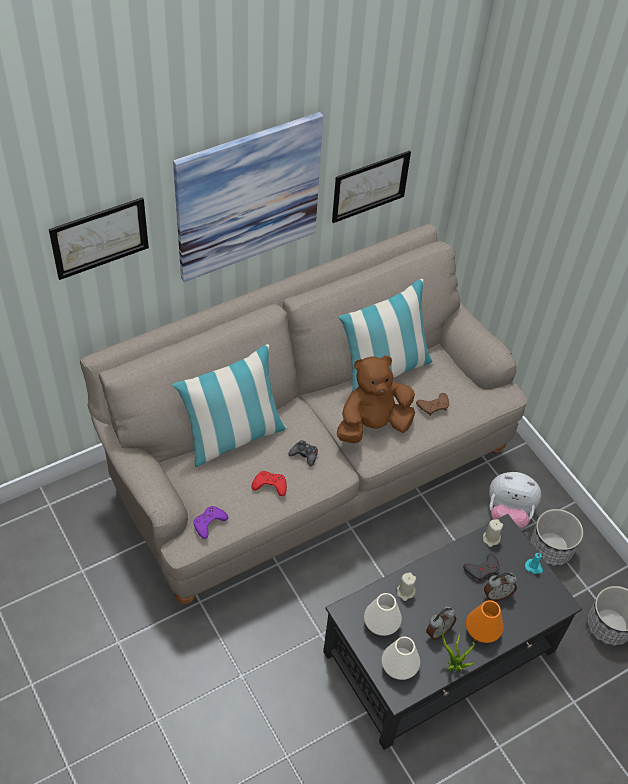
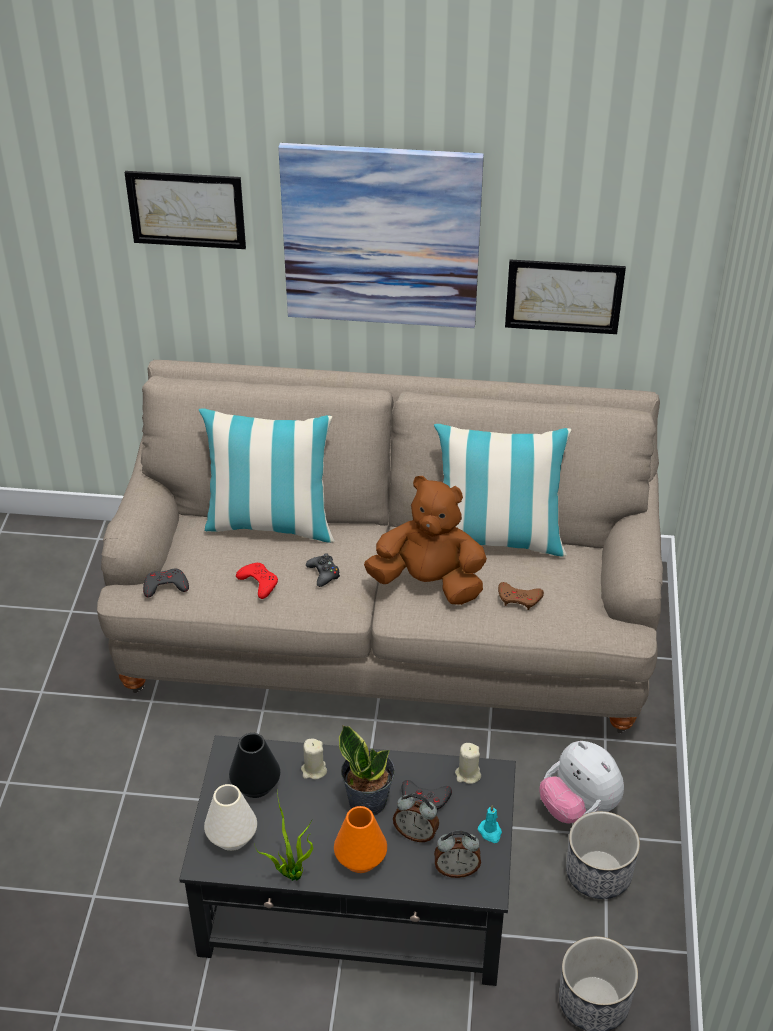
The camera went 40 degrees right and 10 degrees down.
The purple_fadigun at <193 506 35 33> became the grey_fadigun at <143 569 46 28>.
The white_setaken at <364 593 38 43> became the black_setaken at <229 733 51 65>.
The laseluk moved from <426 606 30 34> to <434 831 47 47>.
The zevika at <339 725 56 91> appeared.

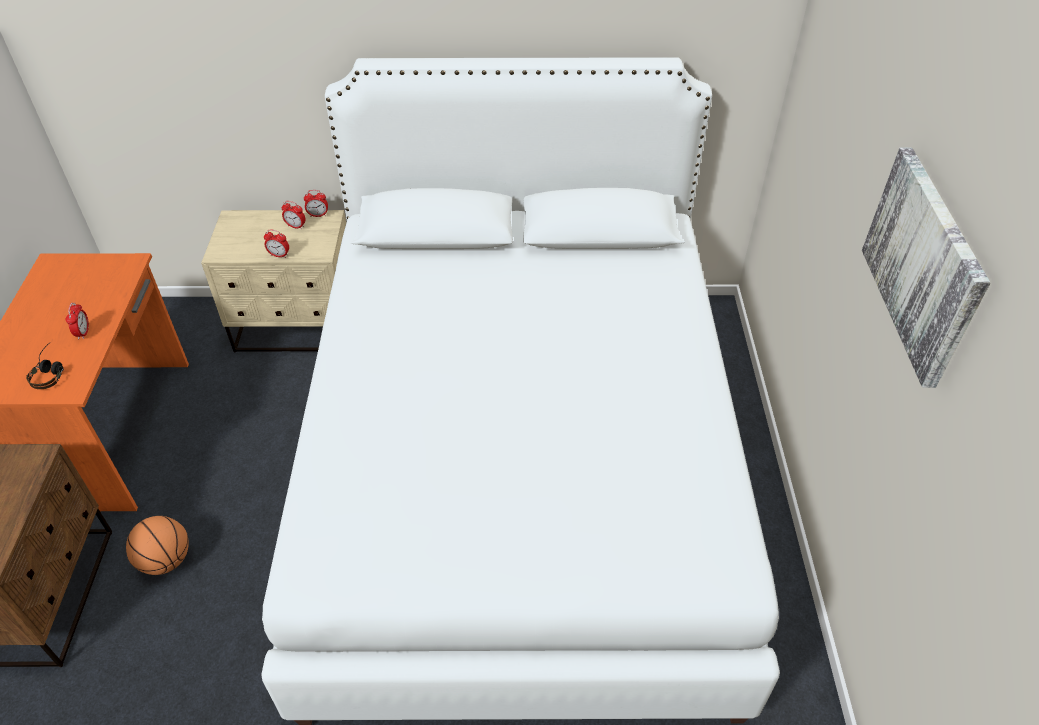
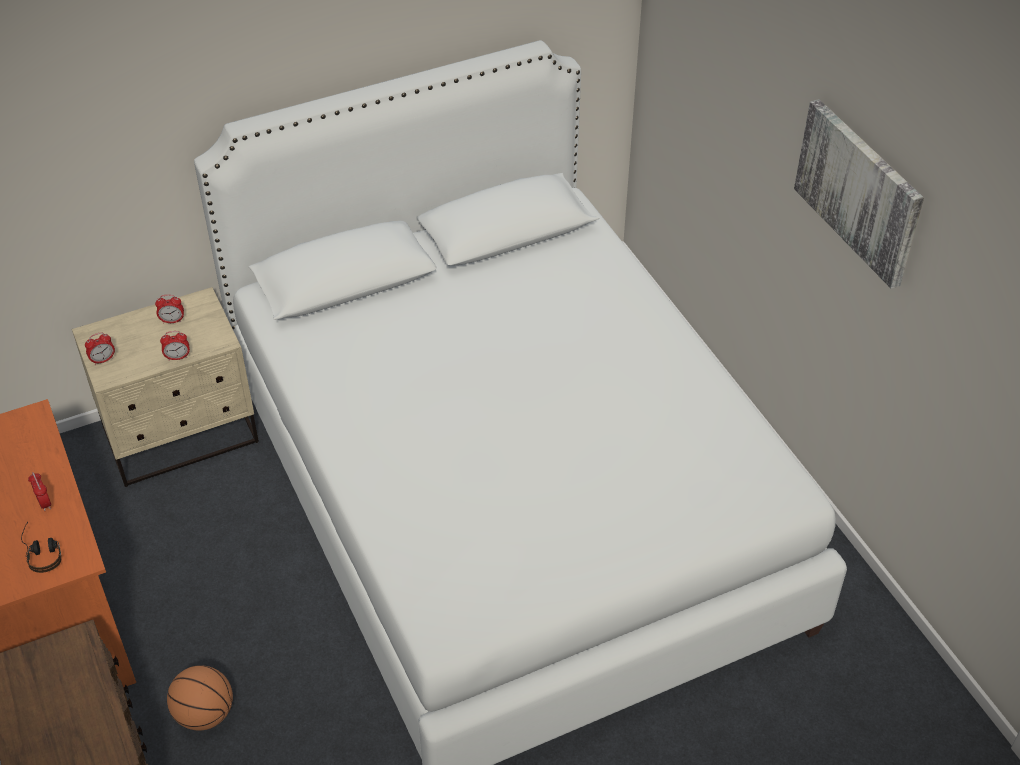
The camera went 25 degrees left and 0 degrees up.
The laseluk moved from <304 190 24 27> to <85 333 30 32>.

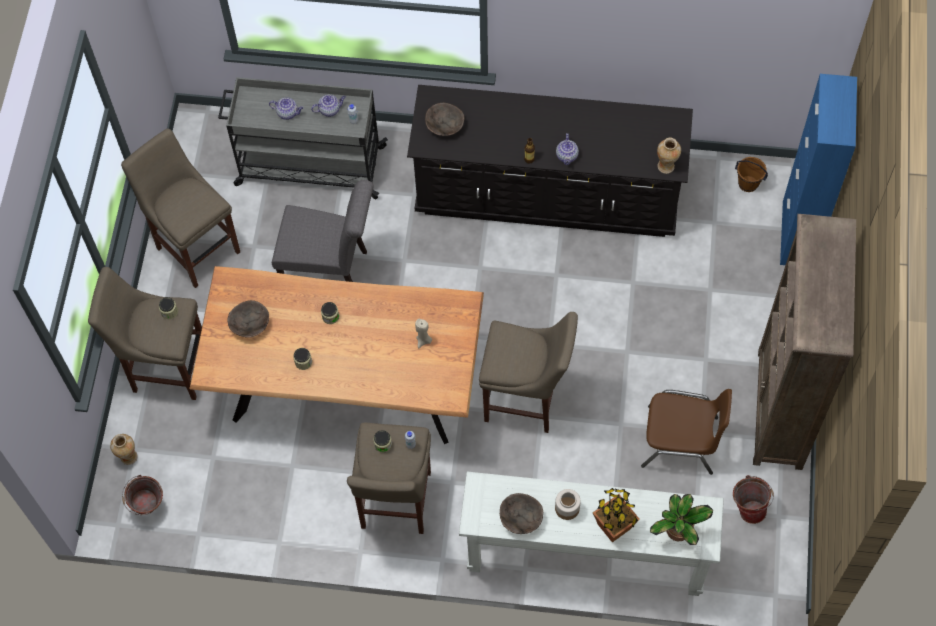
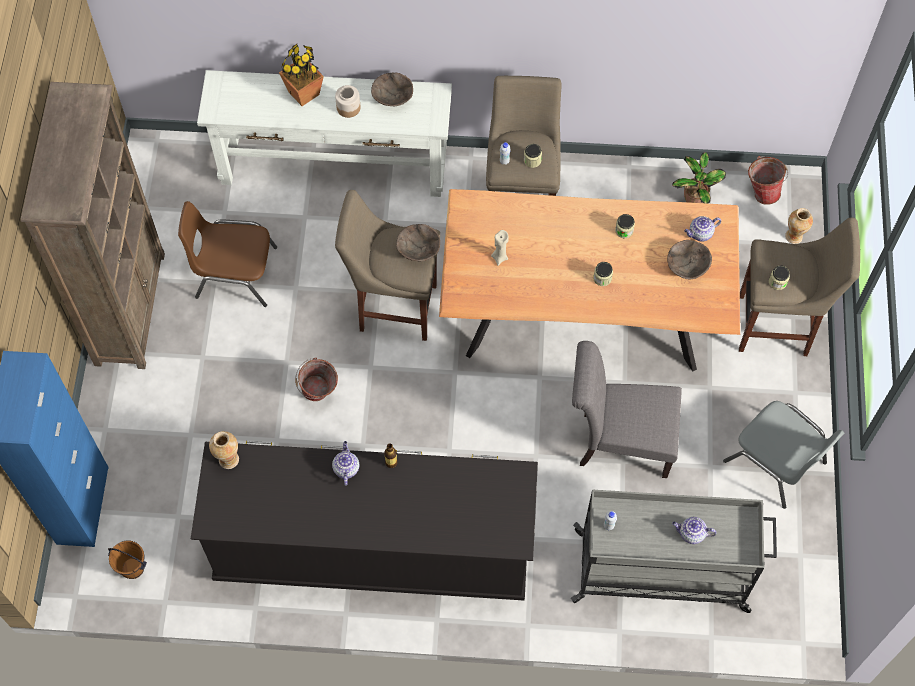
The camera went 175 degrees right and 0 degrees up.
The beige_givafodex at <121 129 119 159> was replaced by the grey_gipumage at <723 401 122 108>.
The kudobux moved from <311 95 35 22> to <684 216 37 25>.
The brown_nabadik moved from <425 103 40 33> to <396 224 44 37>.
The zevika moved from <650 494 63 51> to <672 152 54 52>.
The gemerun moved from <733 475 41 49> to <295 357 43 44>.

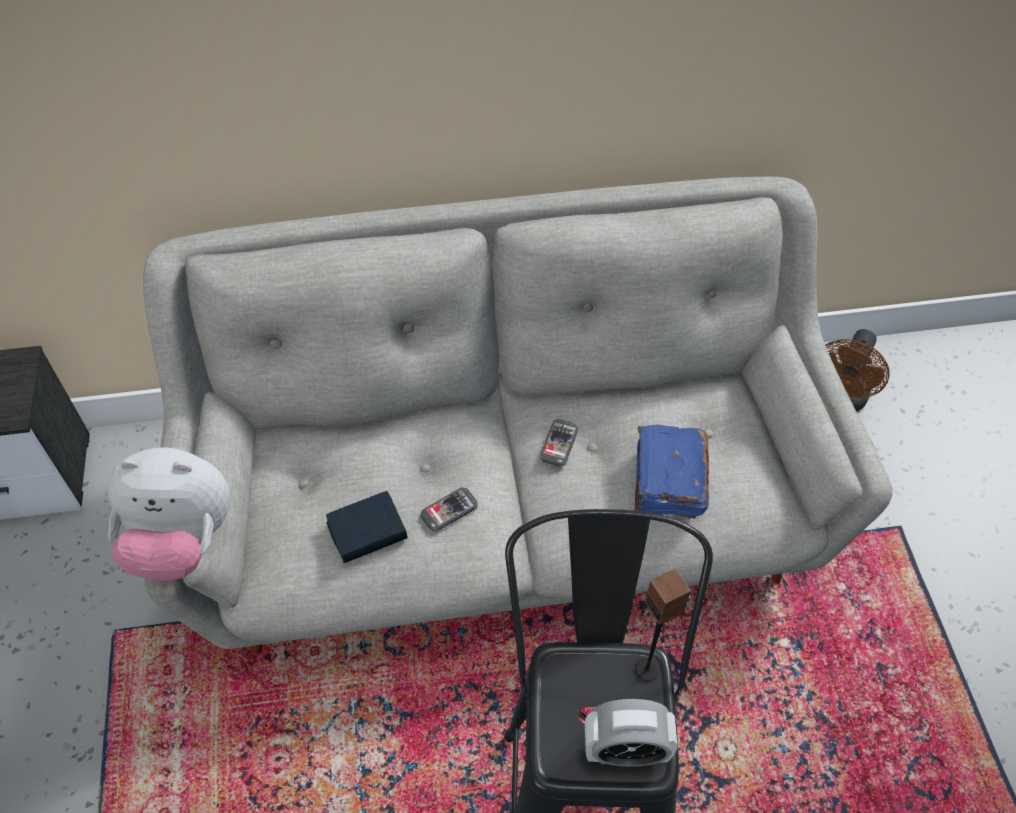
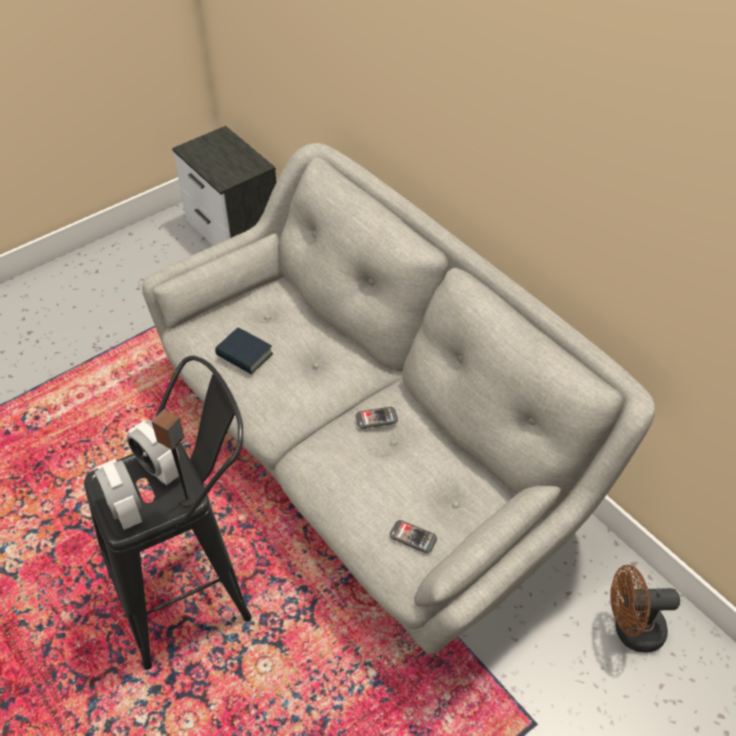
The camera went 60 degrees right and 5 degrees down.
The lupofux at <108 447 122 134> disappeared.
The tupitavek moved from <421 487 57 45> to <390 520 47 33>.
The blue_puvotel at <635 425 74 94> disappeared.
The laseluk at <127 420 53 65> appeared.

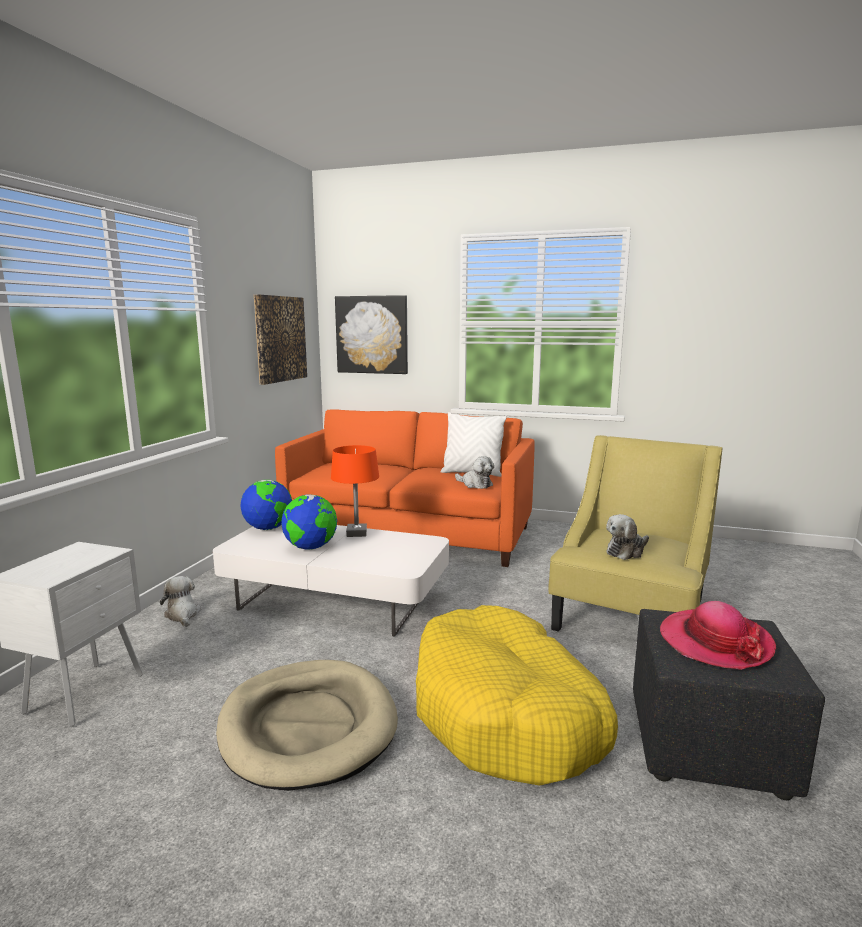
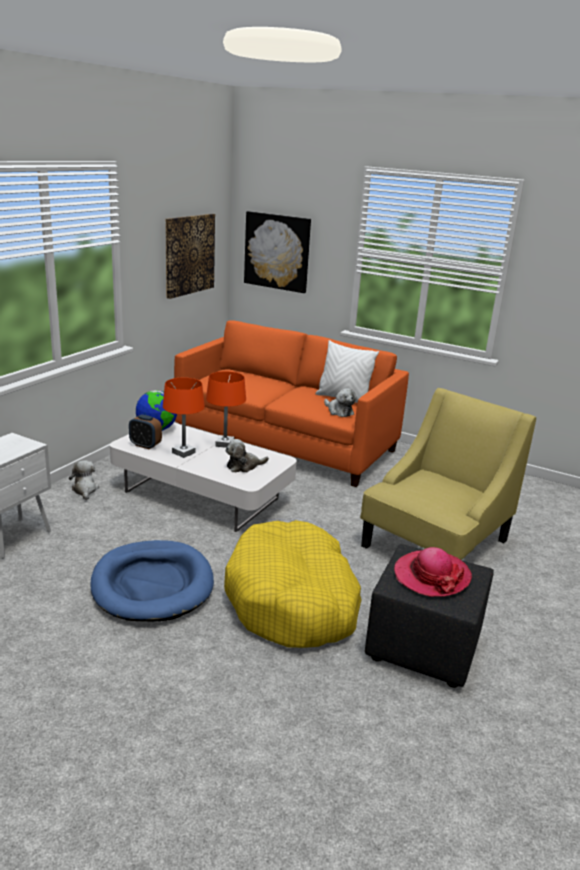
The camera went 10 degrees right and 10 degrees up.
The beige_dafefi at <216 660 182 131> became the blue_dafefi at <91 540 123 82>.
The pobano at <281 494 56 56> was replaced by the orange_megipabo at <163 378 42 80>.
The lupofux moved from <606 514 43 46> to <225 439 44 33>.
The laseluk at <129 414 33 36> appeared.

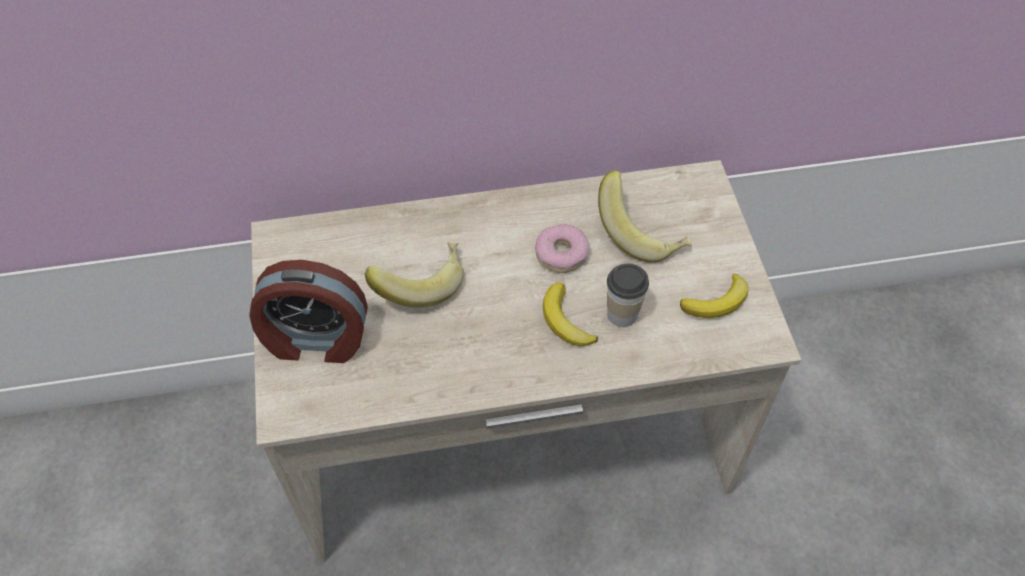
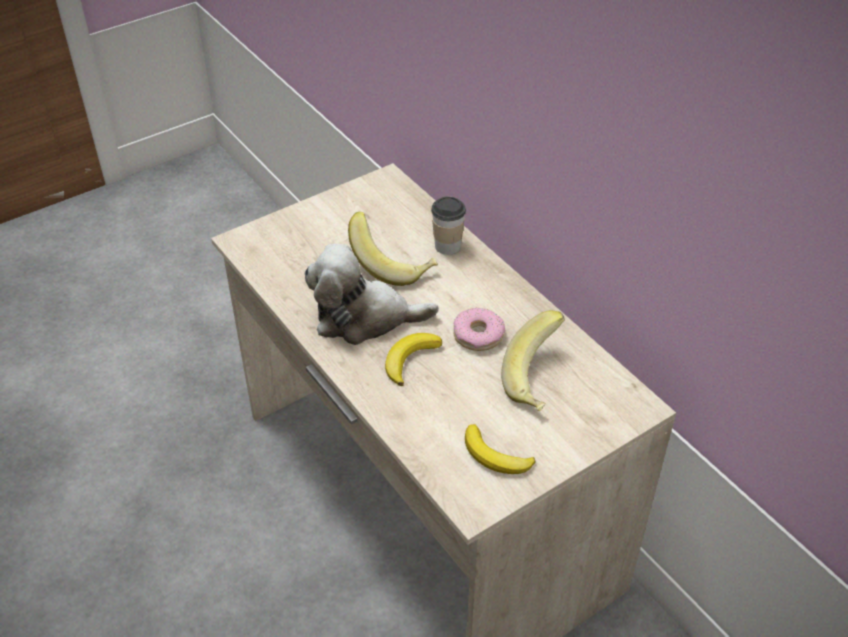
The camera went 65 degrees right and 10 degrees down.
The laseluk at <249 260 119 103> disappeared.
The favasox moved from <607 264 42 63> to <431 196 35 59>.
The lupofux at <304 244 135 101> appeared.

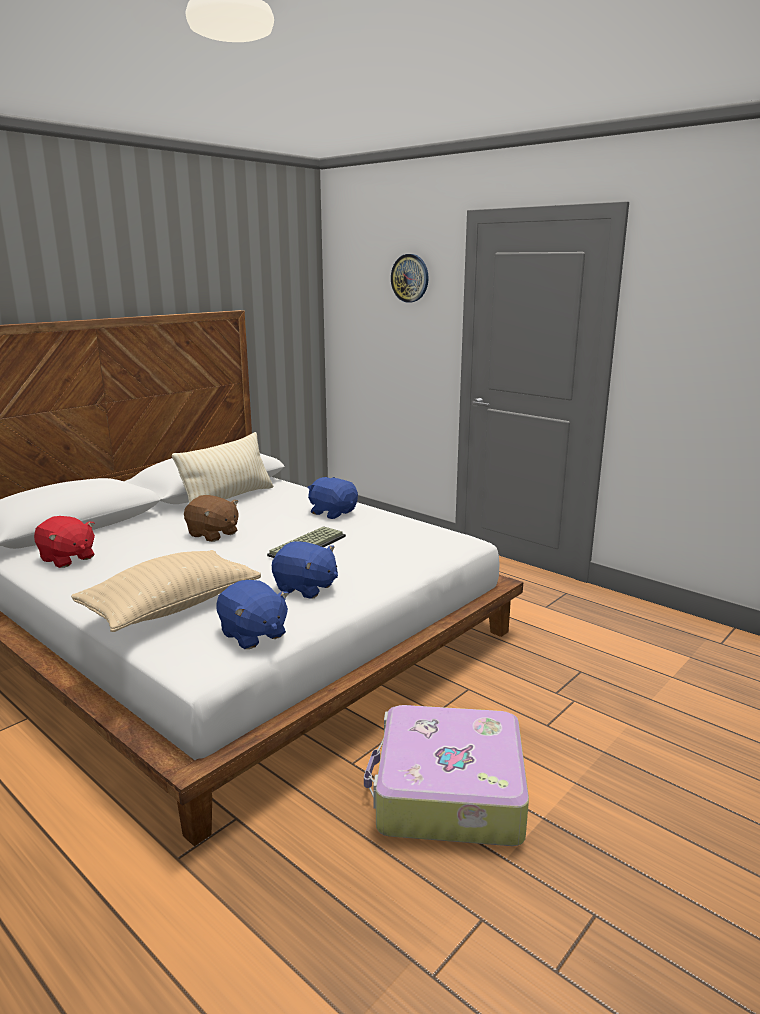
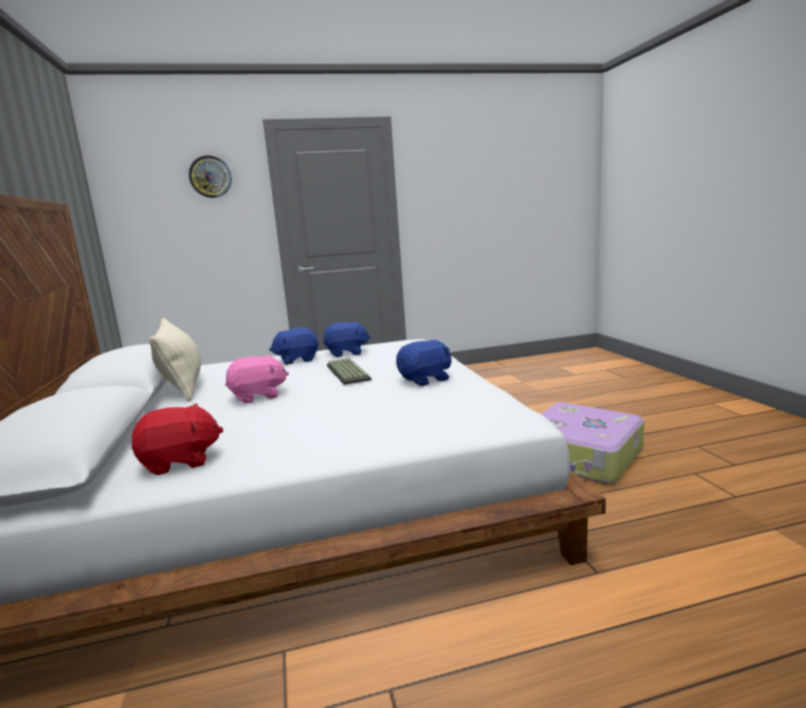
The camera went 55 degrees left and 5 degrees down.
The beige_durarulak at <71 550 190 82> disappeared.
The brown_lupofux at <184 495 54 47> became the pink_lupofux at <225 356 64 48>.
The blue_lupofux moved from <216 580 73 69> to <323 322 48 35>.

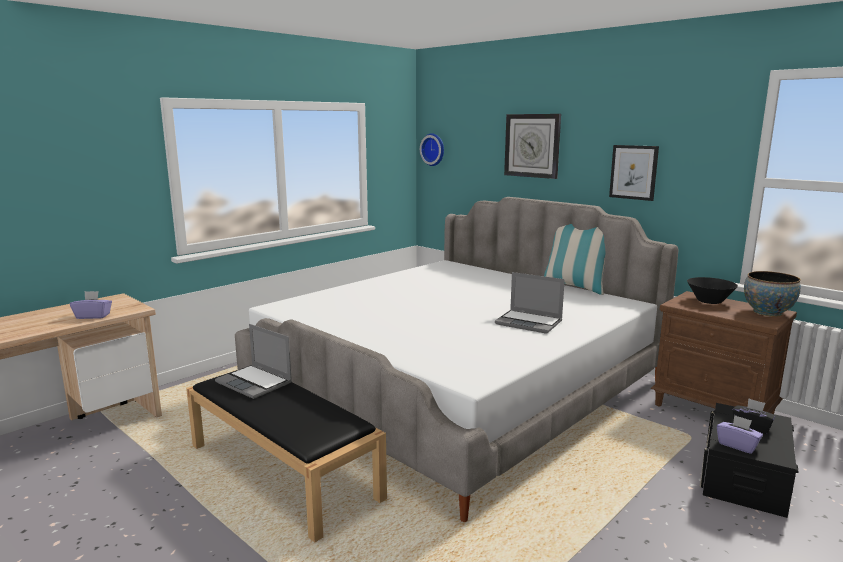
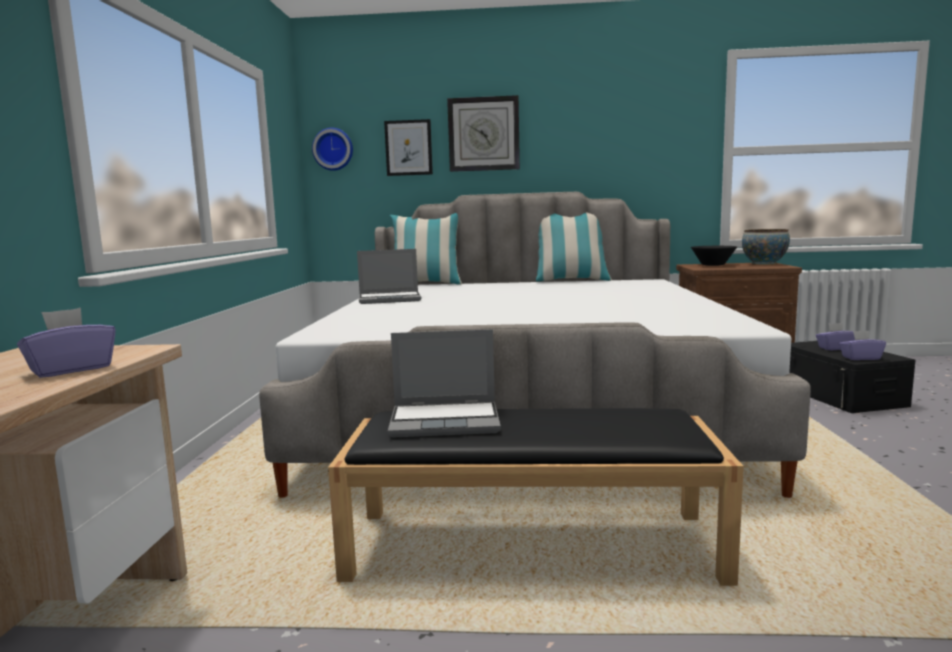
The camera went 40 degrees left and 5 degrees down.
The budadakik moved from <495 272 70 62> to <357 249 64 55>.
The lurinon moved from <609 145 50 56> to <384 119 49 57>.
The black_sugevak at <733 398 43 36> became the purple_sugevak at <816 323 39 27>.
The durarulak at <390 213 72 72> appeared.

